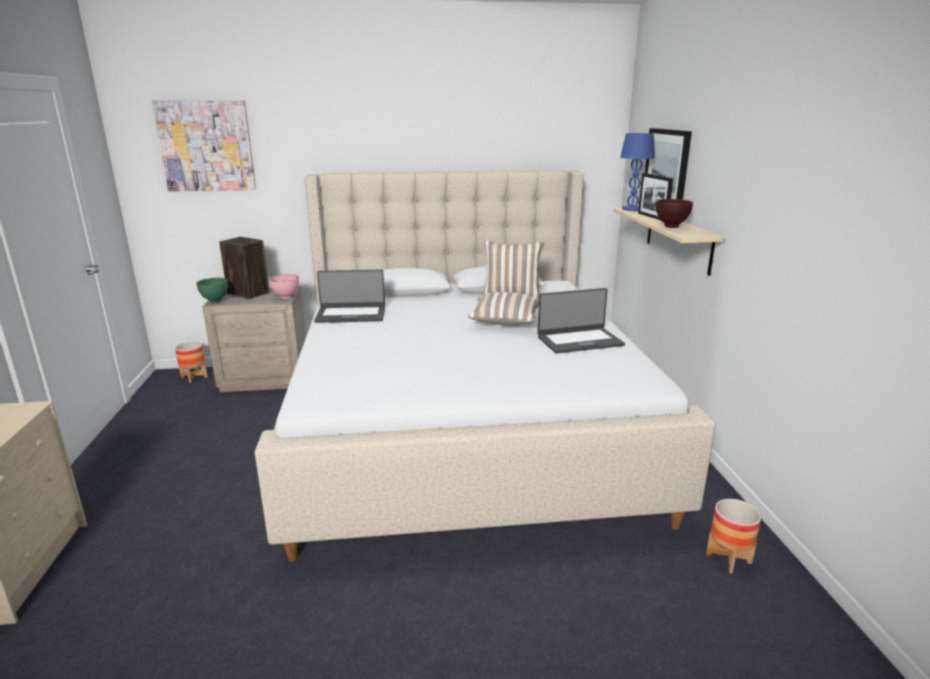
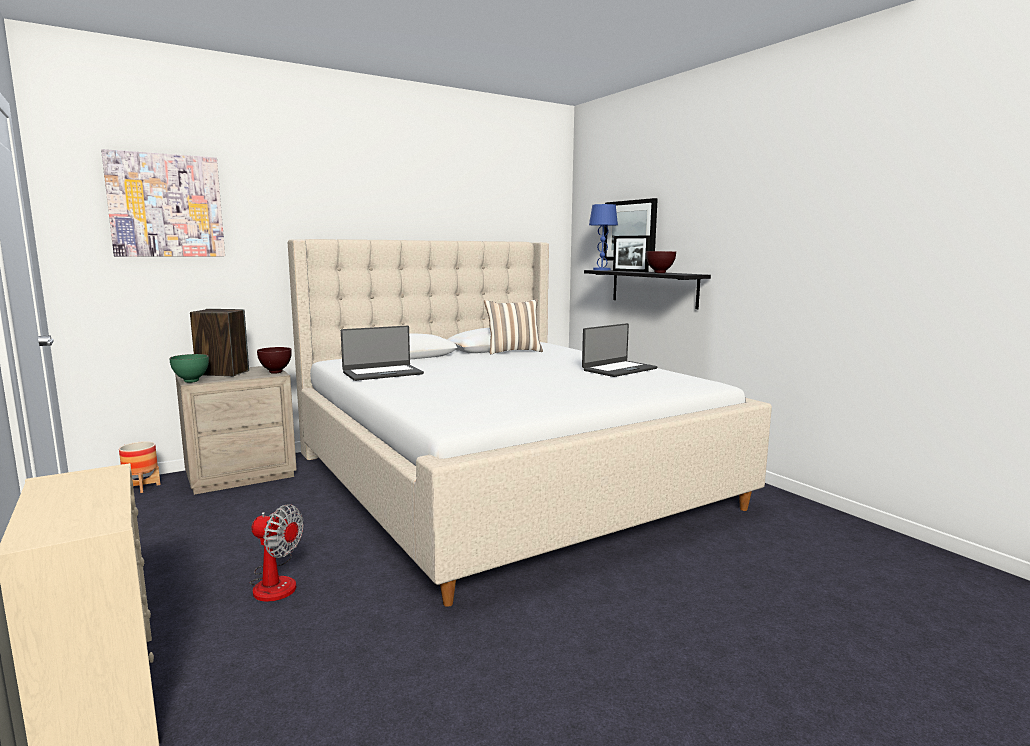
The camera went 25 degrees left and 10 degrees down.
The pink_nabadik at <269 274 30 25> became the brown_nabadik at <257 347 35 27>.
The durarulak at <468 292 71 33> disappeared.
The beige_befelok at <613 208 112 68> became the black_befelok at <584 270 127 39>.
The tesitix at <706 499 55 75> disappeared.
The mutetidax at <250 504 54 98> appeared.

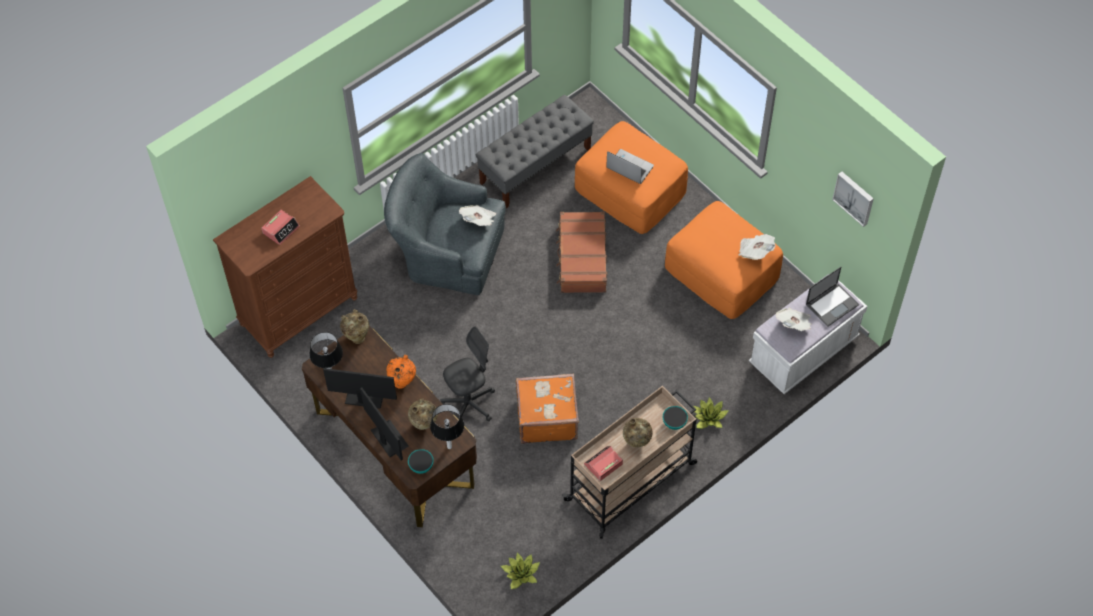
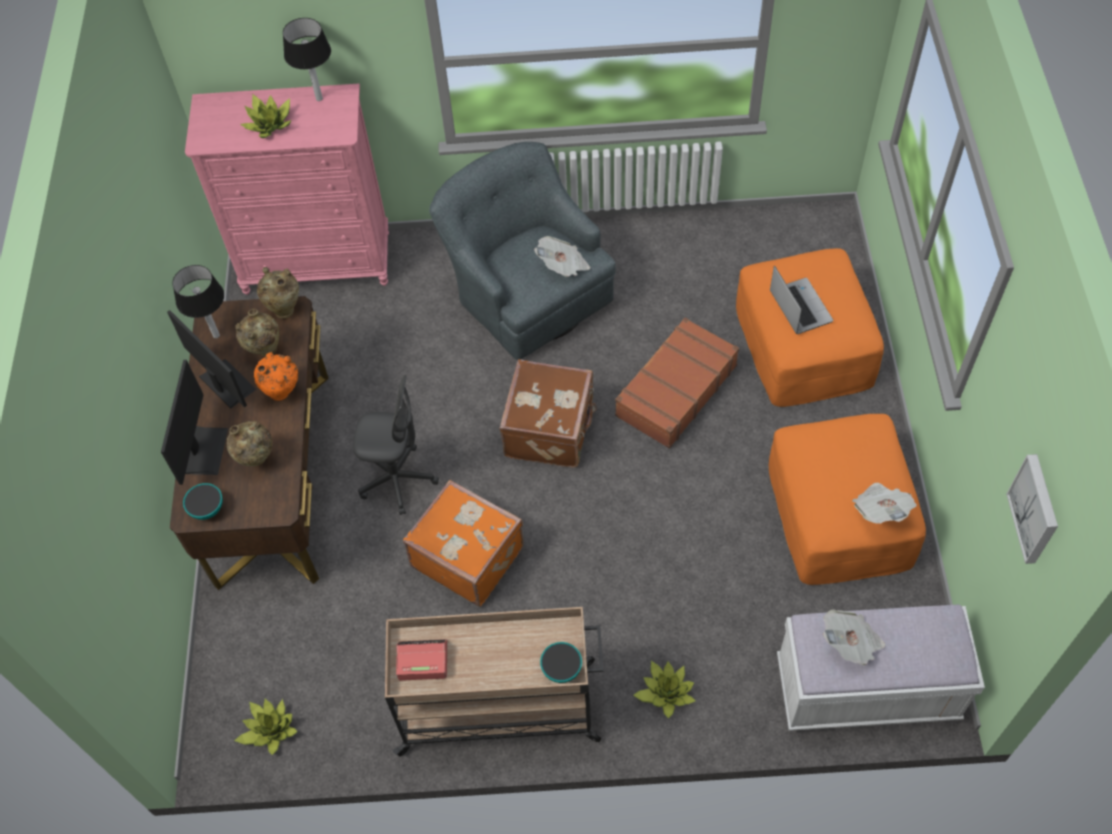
The camera went 40 degrees right and 0 degrees up.
The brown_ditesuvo at <213 176 144 182> became the pink_ditesuvo at <185 83 204 212>.
The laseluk at <262 210 38 35> was replaced by the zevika at <240 94 52 44>.
The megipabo moved from <430 404 34 45> to <283 18 48 83>.
The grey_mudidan at <476 95 118 113> disappeared.
The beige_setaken moved from <623 418 30 29> to <235 309 44 48>.
The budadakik at <806 267 53 60> disappeared.
The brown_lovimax at <499 359 98 109> appeared.

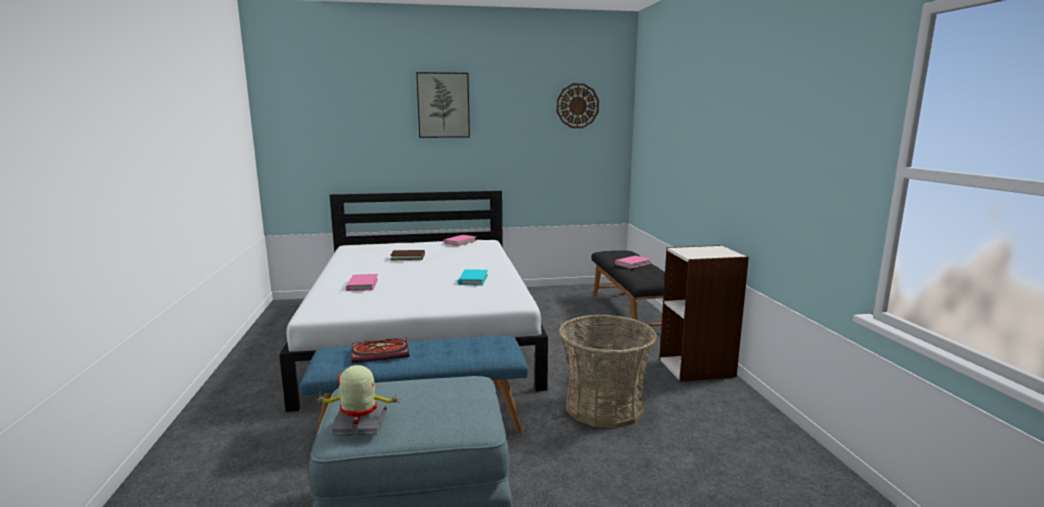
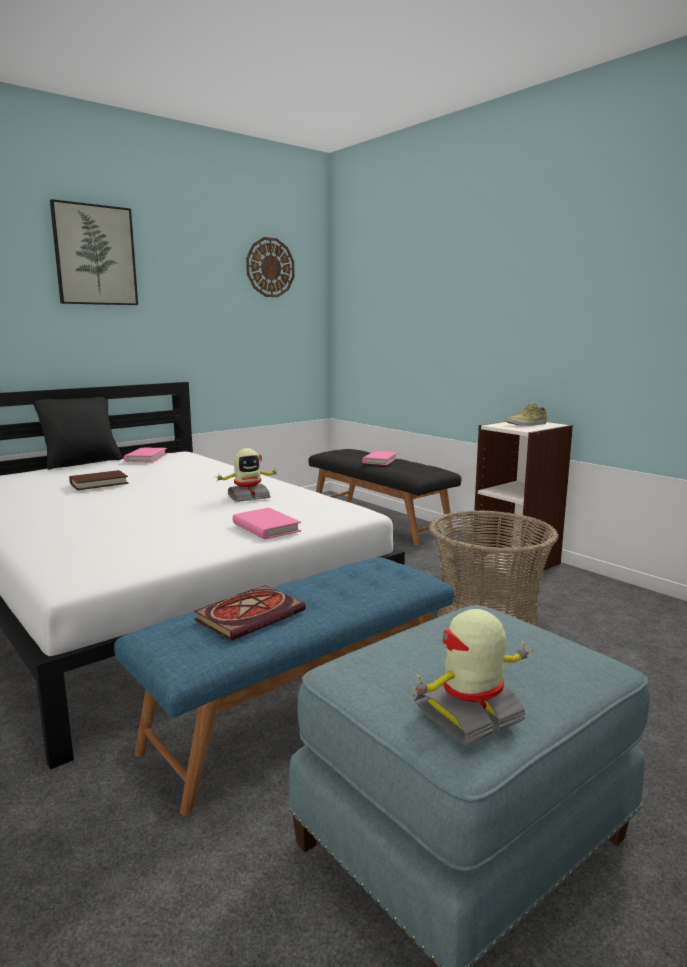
The camera went 30 degrees left and 0 degrees up.
The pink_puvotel moved from <346 274 32 17> to <233 508 68 31>.
The turquoise_puvotel at <458 269 30 17> was replaced by the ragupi at <216 448 63 54>.
The black_durarulak at <33 397 89 73> appeared.
The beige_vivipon at <506 402 41 24> appeared.

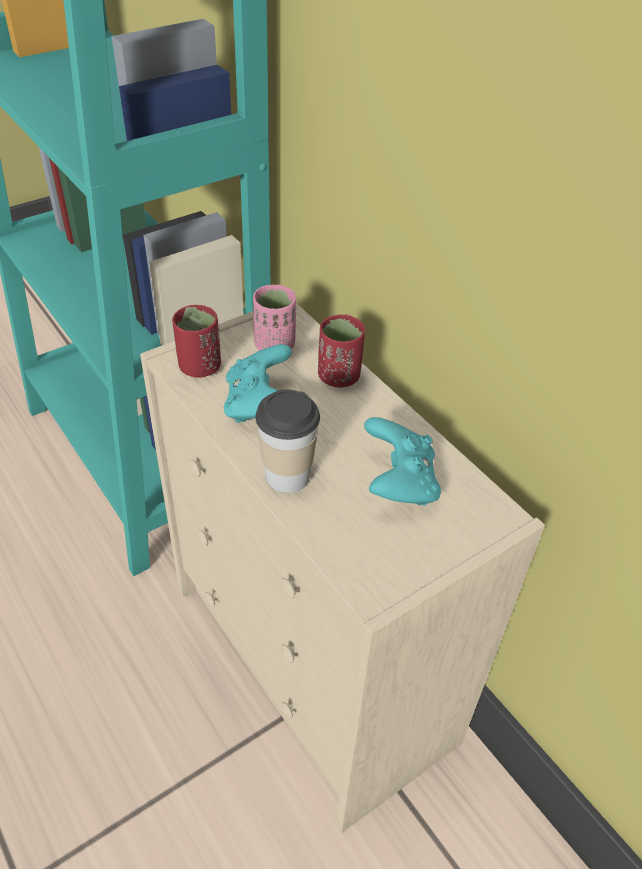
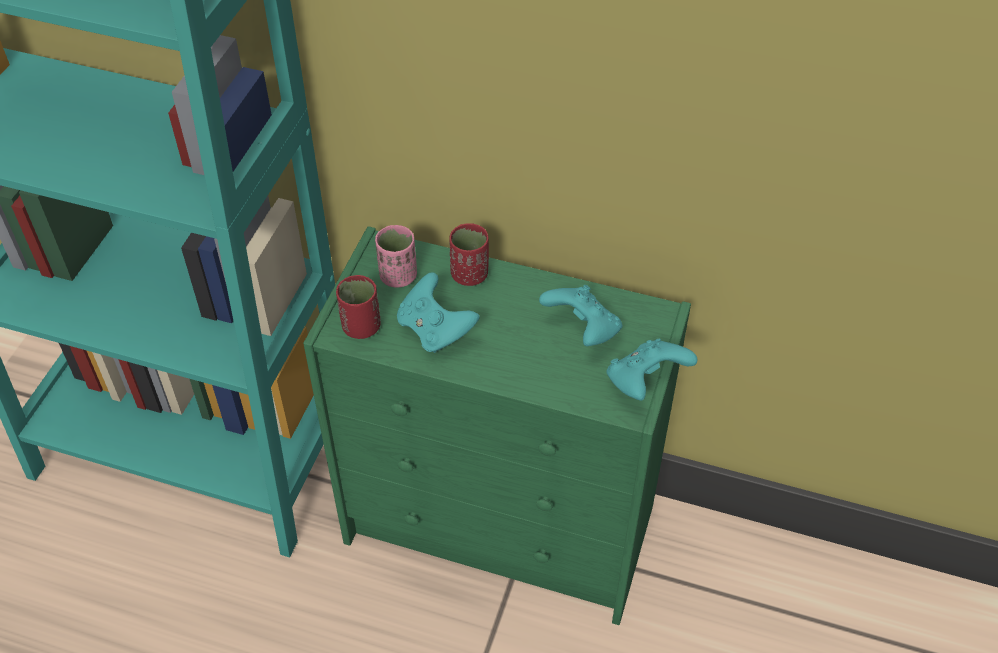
The camera went 35 degrees left and 5 degrees up.
The beige_ditesuvo at <140 300 405 534> became the green_ditesuvo at <303 226 388 399>.
The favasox at <255 390 65 103> disappeared.
The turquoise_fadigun at <606 339 92 62> appeared.

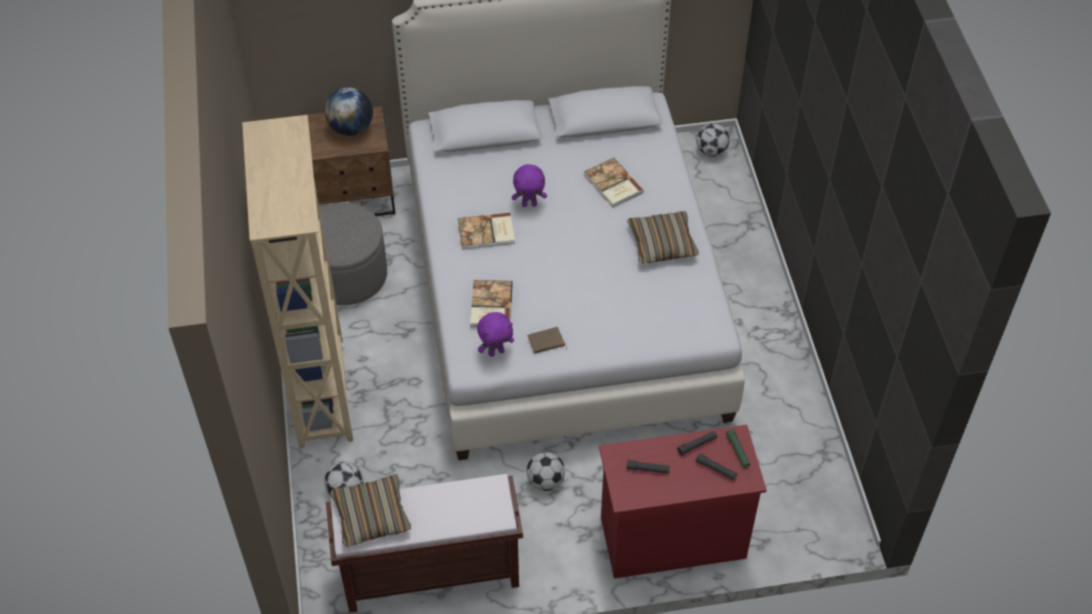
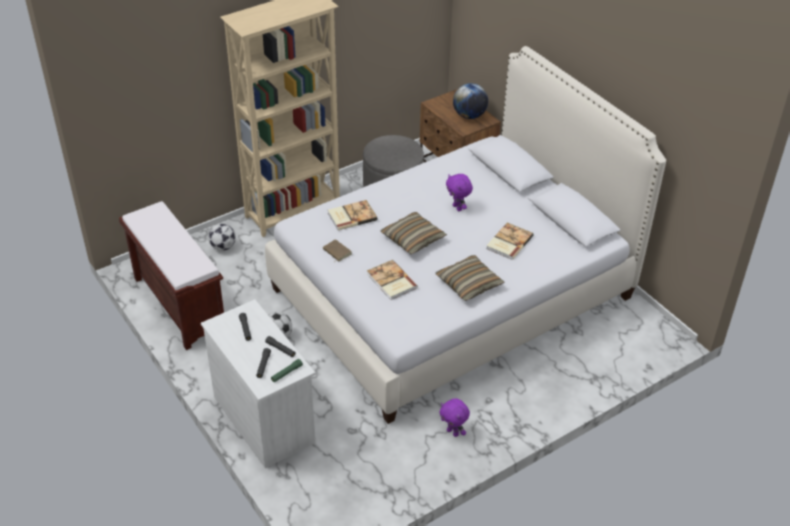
The camera went 65 degrees right and 10 degrees down.
The durarulak moved from <331 474 80 73> to <381 212 66 42>.
The puvotel moved from <458 212 57 38> to <367 260 51 40>.
The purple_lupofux moved from <477 312 37 45> to <440 398 30 39>.
The red_ditesuvo at <599 425 168 154> became the white_ditesuvo at <201 299 115 169>.
The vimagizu at <696 124 33 32> disappeared.

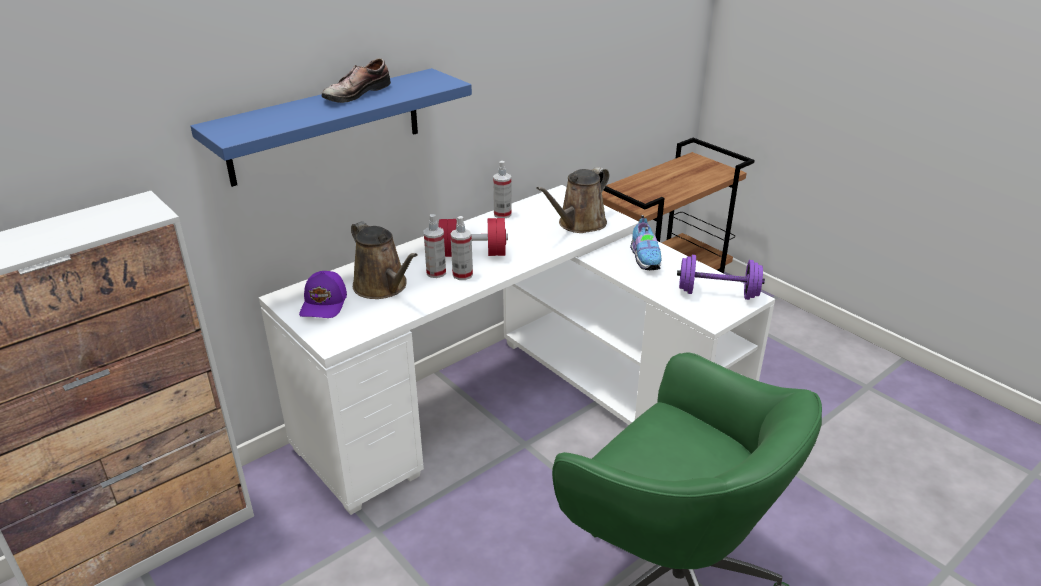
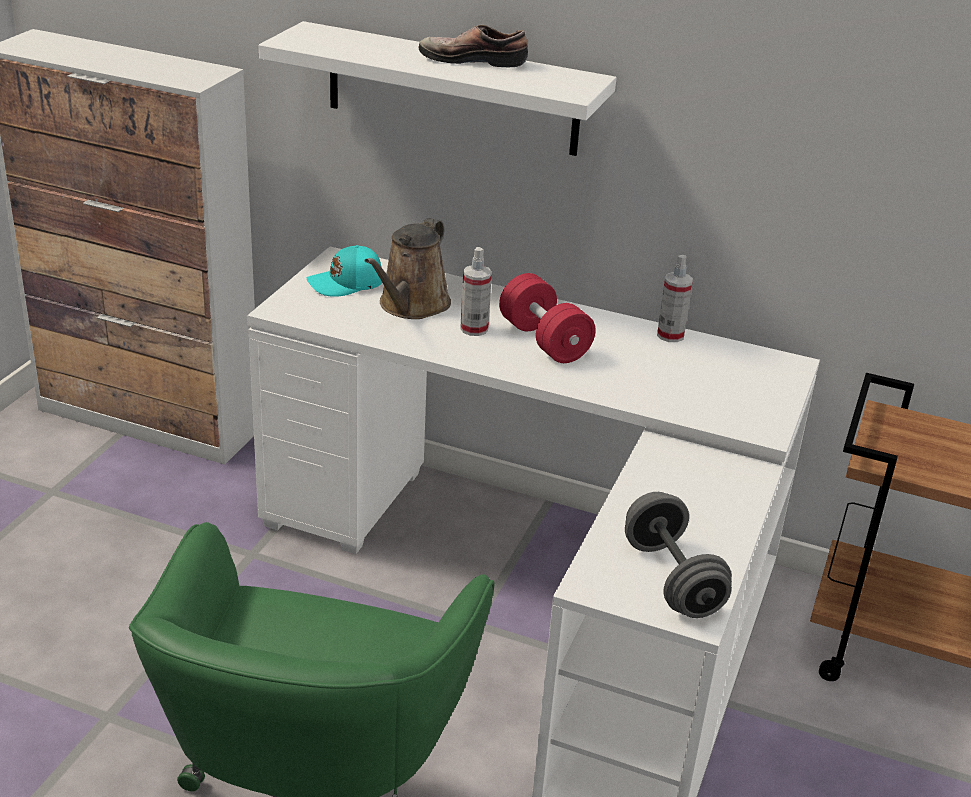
The camera went 60 degrees right and 0 degrees up.
The blue_befelok at <190 68 282 119> became the white_befelok at <259 21 358 135>.
The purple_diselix at <299 271 48 47> became the turquoise_diselix at <307 245 75 52>.
The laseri at <450 216 23 64> disappeared.
The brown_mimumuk at <536 167 73 66> disappeared.
The vivipon at <630 215 32 55> disappeared.
The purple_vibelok at <677 255 88 45> became the grey_vibelok at <625 492 107 126>.

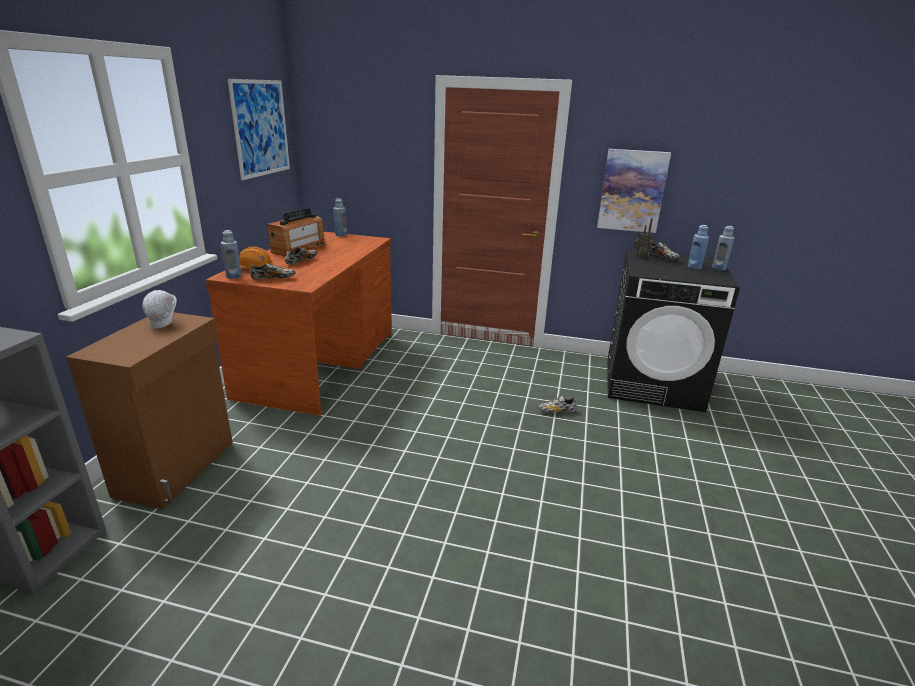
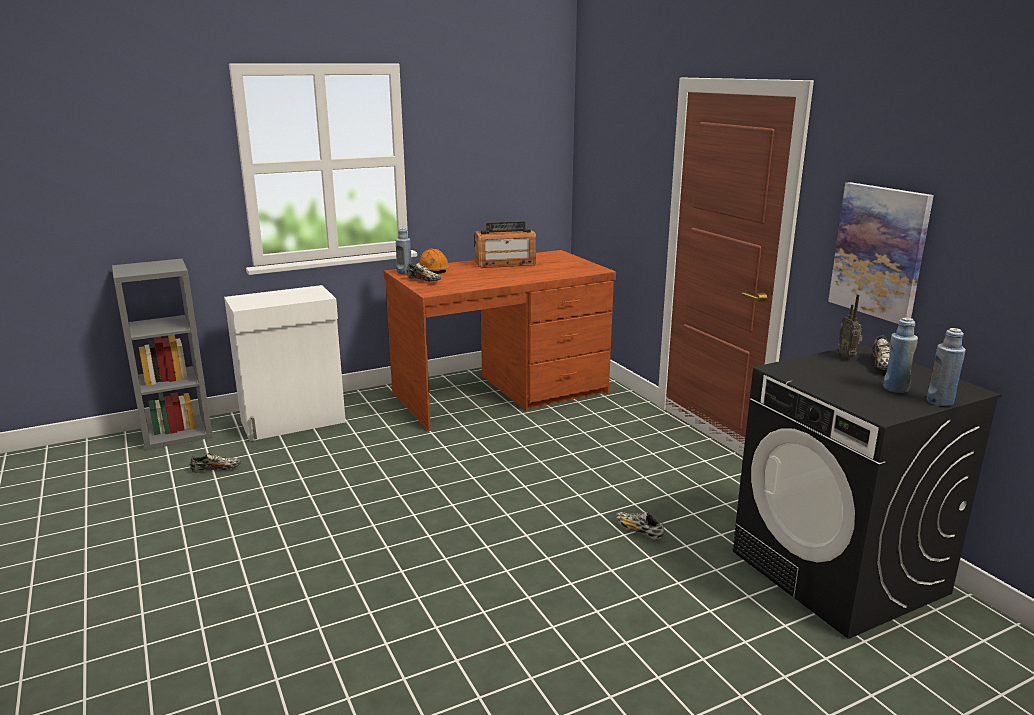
The camera went 50 degrees right and 5 degrees down.
The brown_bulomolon at <66 312 167 197> became the white_bulomolon at <224 285 122 156>.
The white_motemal at <143 290 34 39> disappeared.
The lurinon at <228 79 62 101> disappeared.
The vivipon moved from <285 247 32 18> to <190 453 51 20>.
The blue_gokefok at <333 198 14 38> disappeared.

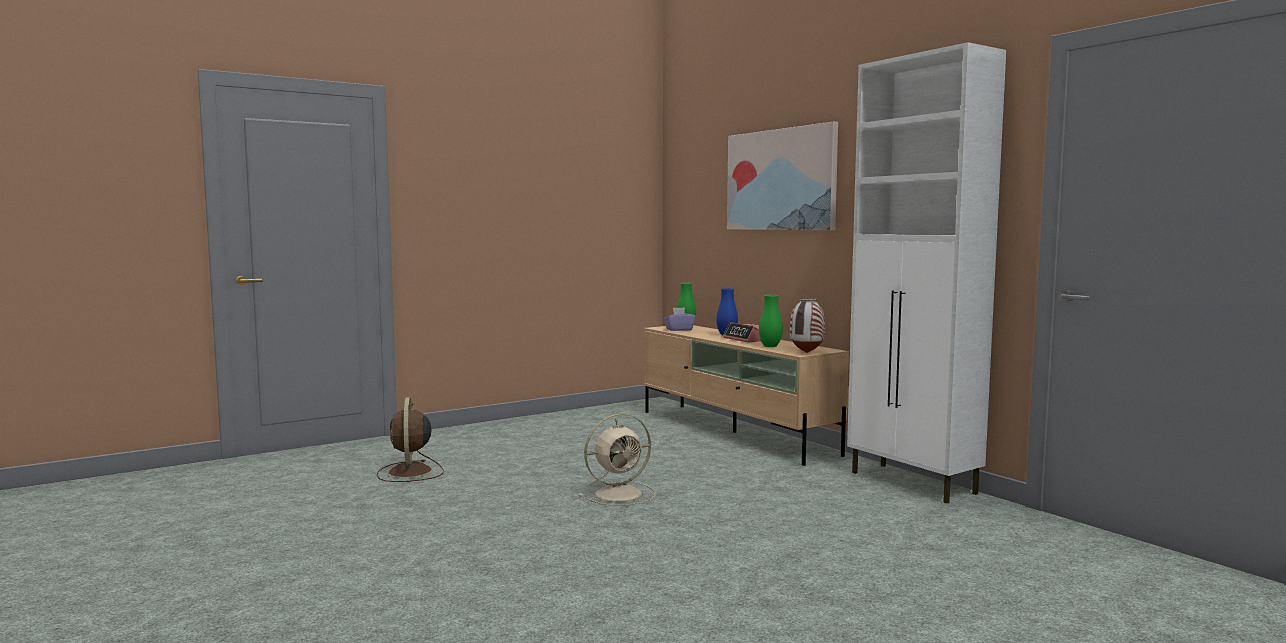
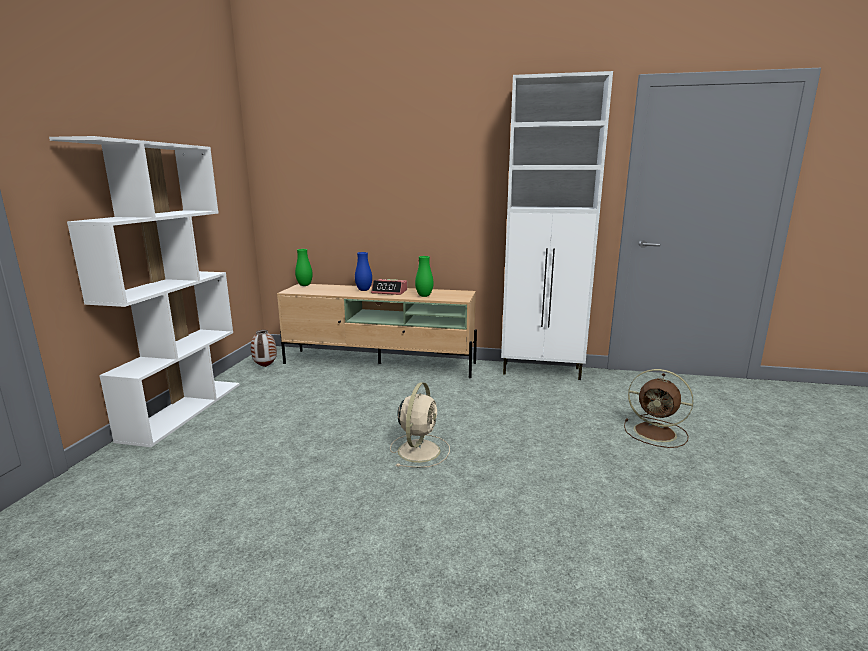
The camera went 45 degrees left and 10 degrees up.
The brown_mutetidax moved from <377 397 67 85> to <624 369 70 79>.
The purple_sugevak at <664 307 31 24> disappeared.
The lurinon at <727 122 111 108> disappeared.
The setaken moved from <790 298 36 55> to <251 330 26 37>.
The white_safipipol at <49 136 191 311> appeared.

